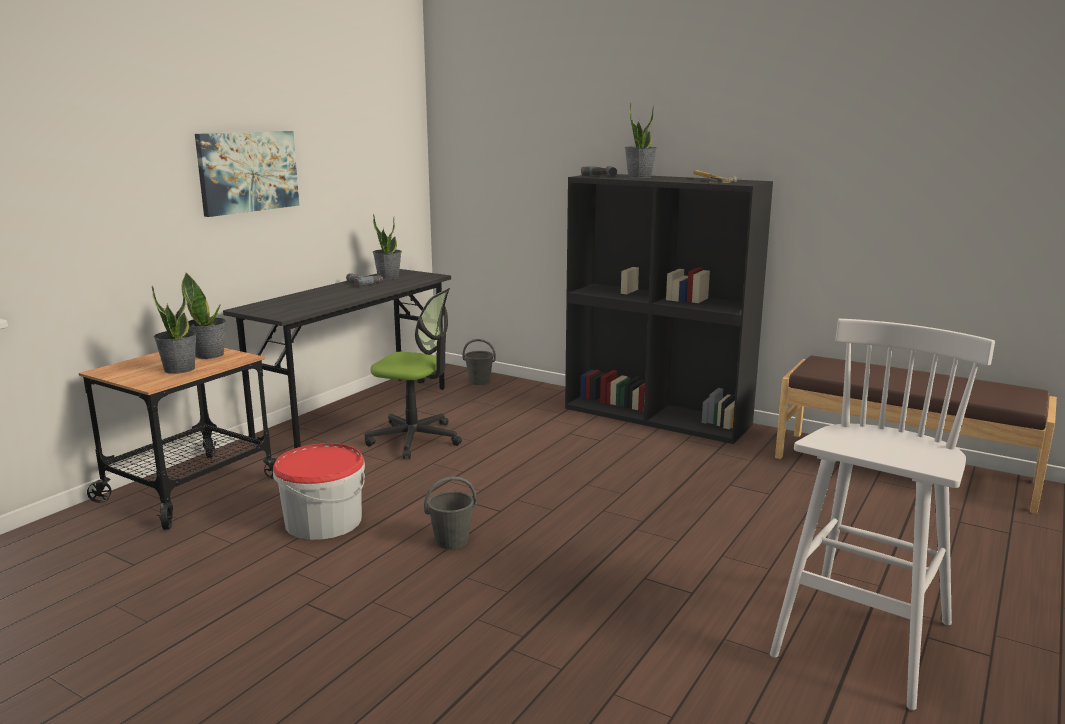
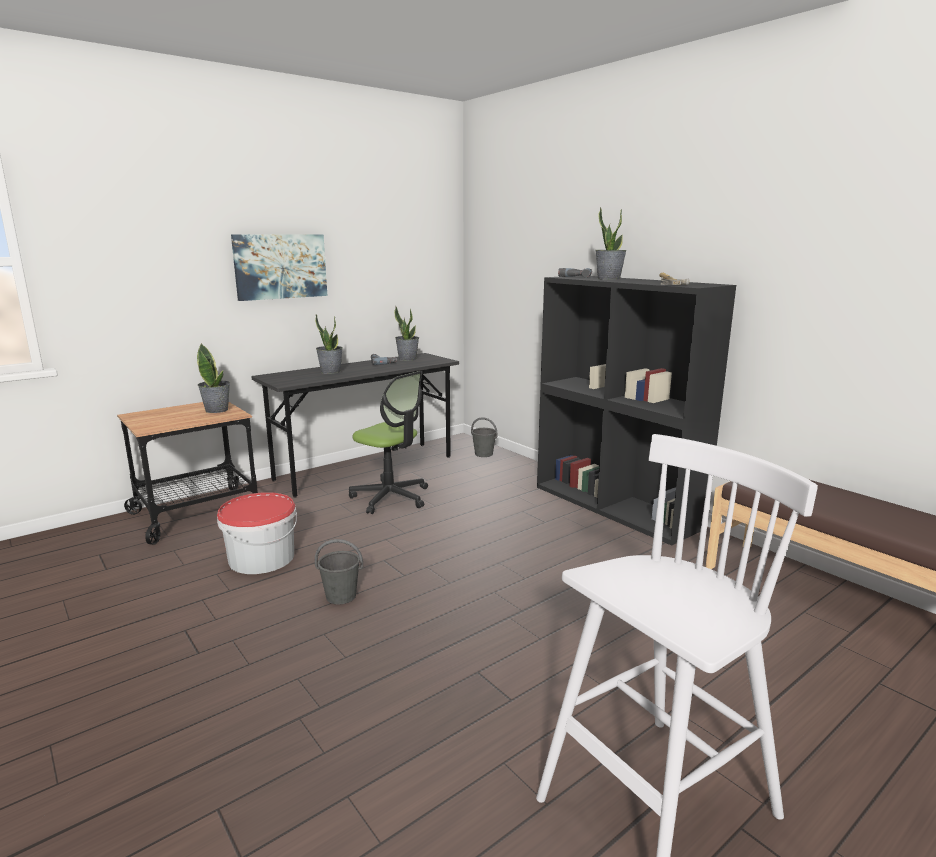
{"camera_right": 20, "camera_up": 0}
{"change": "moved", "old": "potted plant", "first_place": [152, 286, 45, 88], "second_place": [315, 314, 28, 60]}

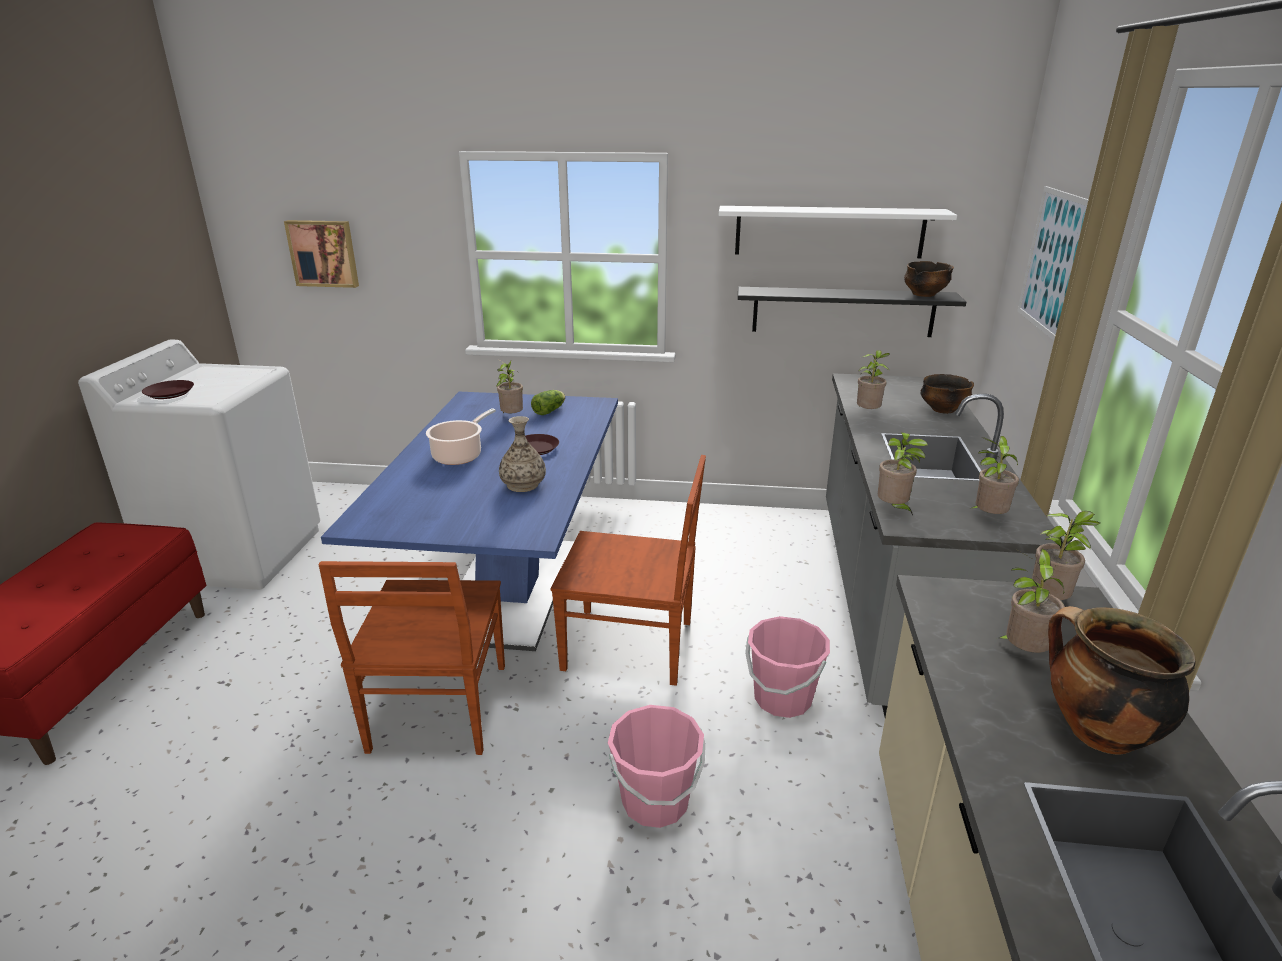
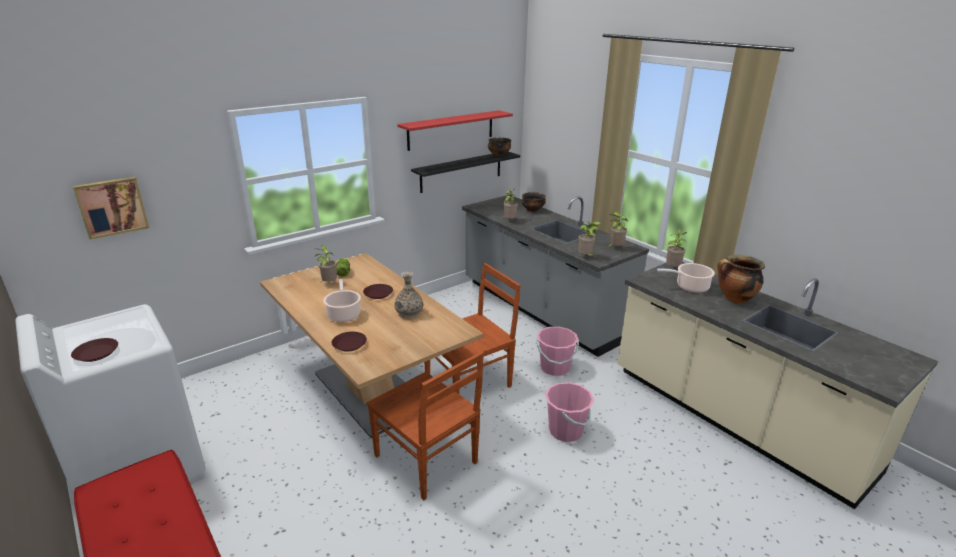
{"camera_right": -45, "camera_up": 0}
{"change": "removed", "old": "wall picture", "first_place": [1017, 186, 72, 155]}
{"change": "added", "new": "brown-coloured plate", "second_place": [332, 332, 35, 20]}
{"change": "replaced", "old": "potted plant", "new": "saucepot", "first_place": [999, 549, 66, 104], "second_place": [657, 263, 58, 30]}
{"change": "recoloured", "old": "blue dining table", "new": "brown-coloured dining table", "first_place": [321, 392, 297, 259], "second_place": [260, 253, 223, 185]}
{"change": "recoloured", "old": "white-coloured wall shelf", "new": "red wall shelf", "first_place": [719, 206, 238, 52], "second_place": [397, 110, 116, 41]}

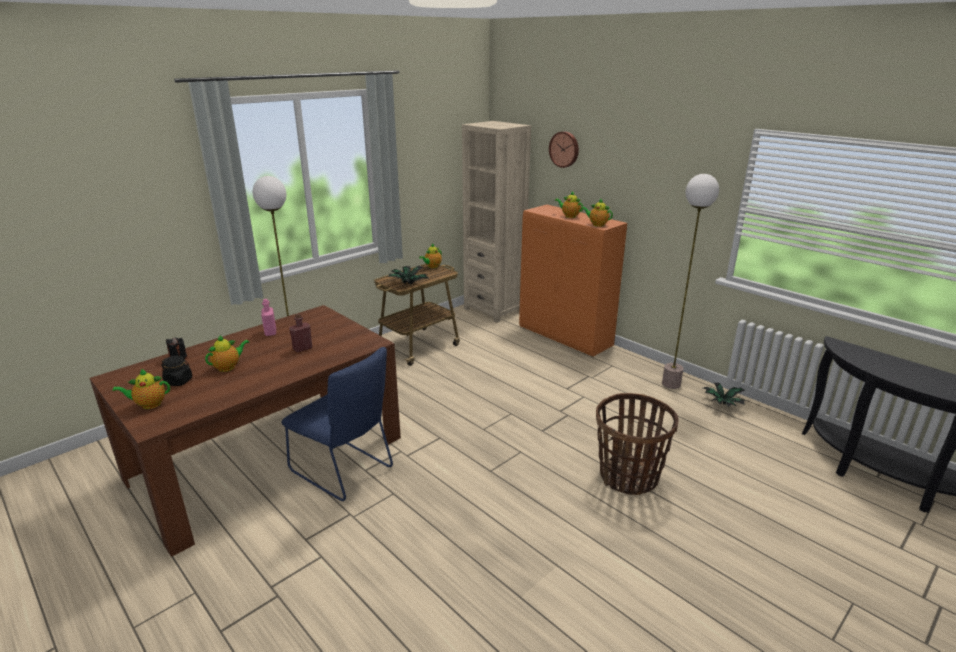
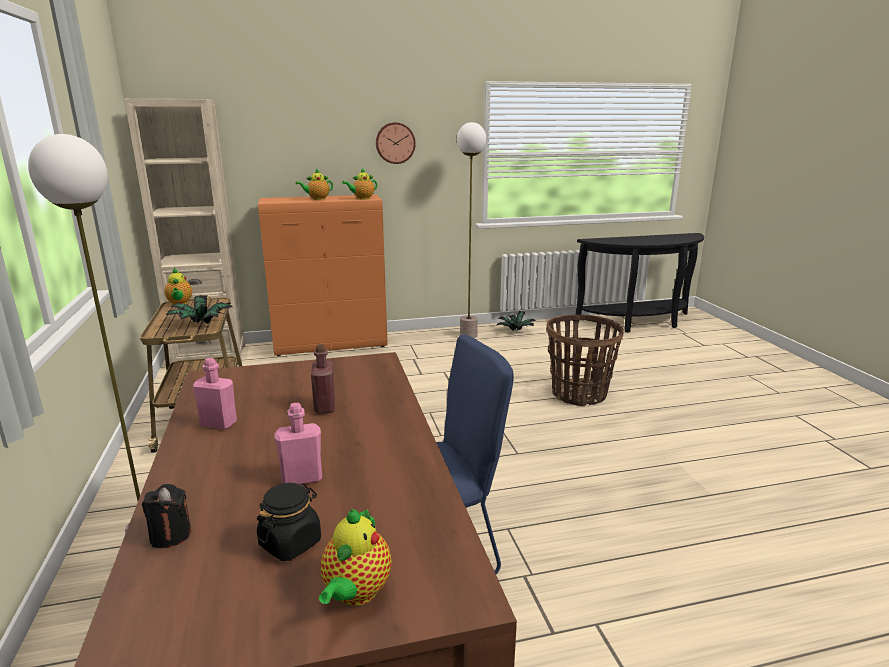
{"camera_right": -60, "camera_up": -5}
{"change": "moved", "old": "clock on the wall", "first_place": [549, 131, 30, 37], "second_place": [376, 122, 40, 42]}
{"change": "replaced", "old": "teapot", "new": "pink-coloured drink bottle", "first_place": [205, 335, 44, 37], "second_place": [274, 403, 48, 81]}

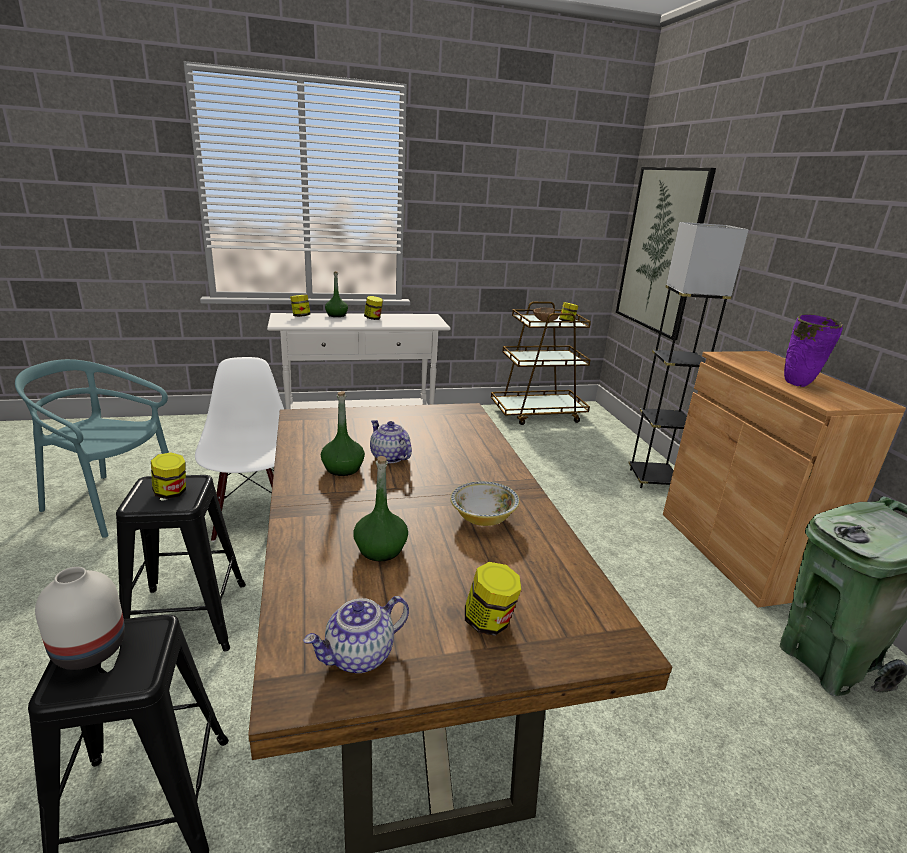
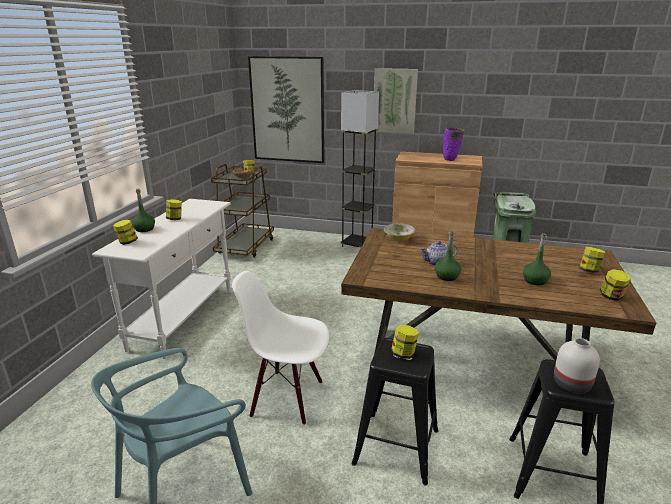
{"camera_right": -60, "camera_up": 0}
{"change": "added", "new": "wall picture", "second_place": [374, 68, 44, 66]}
{"change": "moved", "old": "serving bowl", "first_place": [450, 481, 70, 45], "second_place": [384, 223, 31, 18]}
{"change": "replaced", "old": "teapot", "new": "storage jar", "first_place": [303, 596, 106, 77], "second_place": [600, 269, 31, 32]}

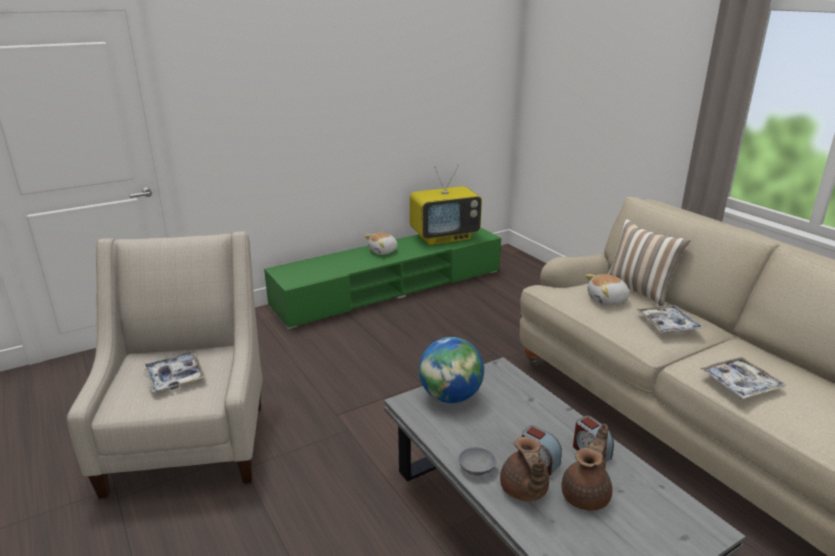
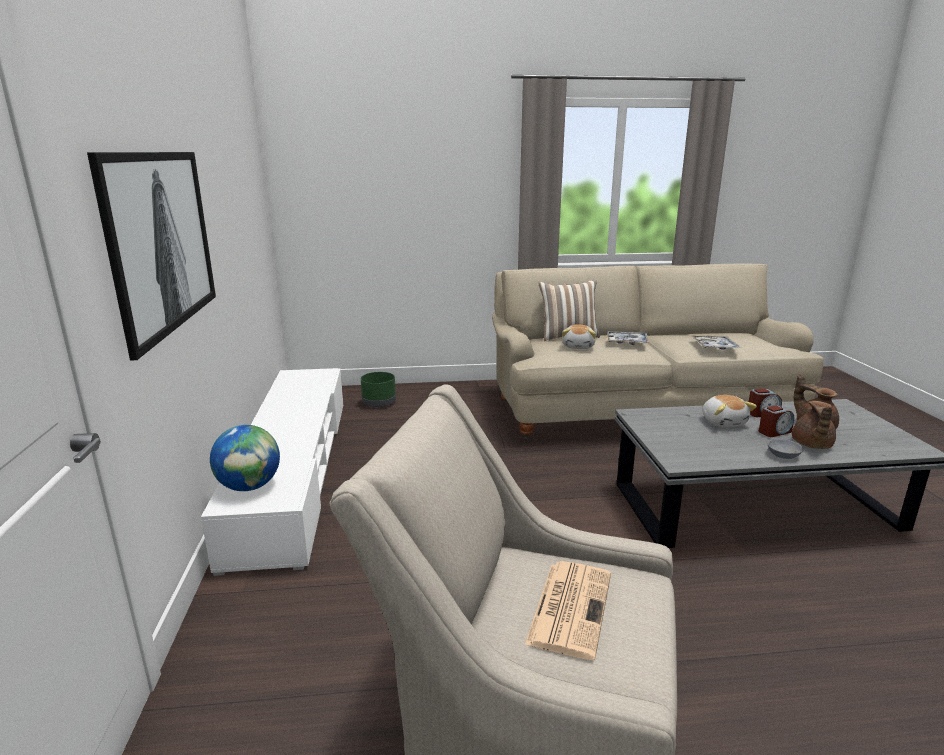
{"camera_right": -65, "camera_up": -5}
{"change": "removed", "old": "TV", "first_place": [410, 165, 72, 80]}
{"change": "added", "new": "wall picture", "second_place": [87, 152, 129, 209]}
{"change": "added", "new": "greenish planter", "second_place": [361, 372, 35, 35]}
{"change": "moved", "old": "cuddly toy", "first_place": [365, 233, 33, 22], "second_place": [702, 395, 55, 32]}
{"change": "moved", "old": "globe", "first_place": [419, 337, 65, 66], "second_place": [210, 425, 70, 66]}
{"change": "replaced", "old": "carrying tray", "new": "printed paper", "first_place": [143, 351, 63, 41], "second_place": [525, 561, 86, 99]}
{"change": "recoloured", "old": "greenish media console", "new": "white-coloured media console", "first_place": [264, 228, 237, 101], "second_place": [201, 368, 142, 208]}
{"change": "turned", "old": "brown-coloured teapot", "first_place": [500, 437, 49, 64], "second_place": [792, 401, 44, 48], "degrees": 90}

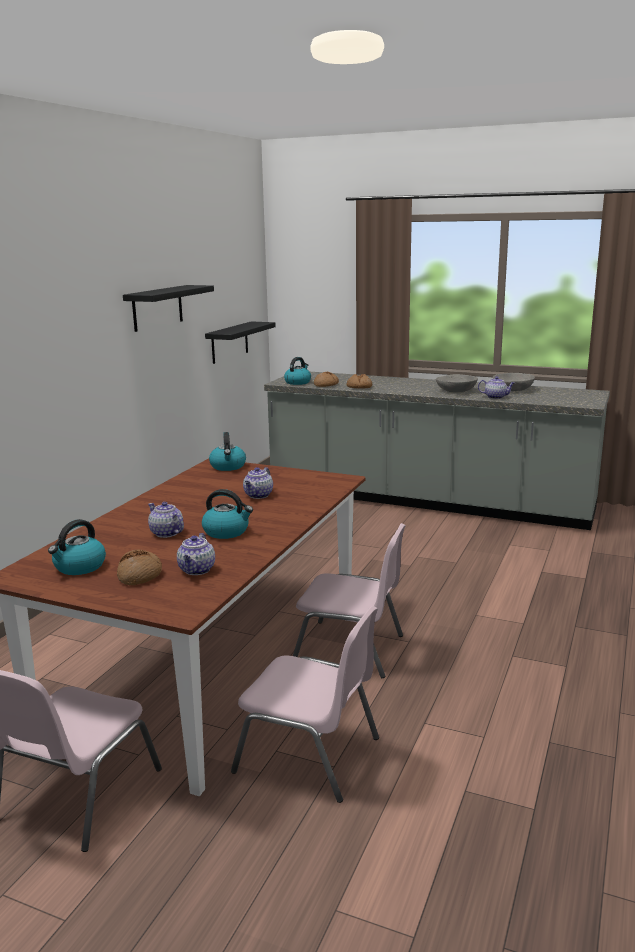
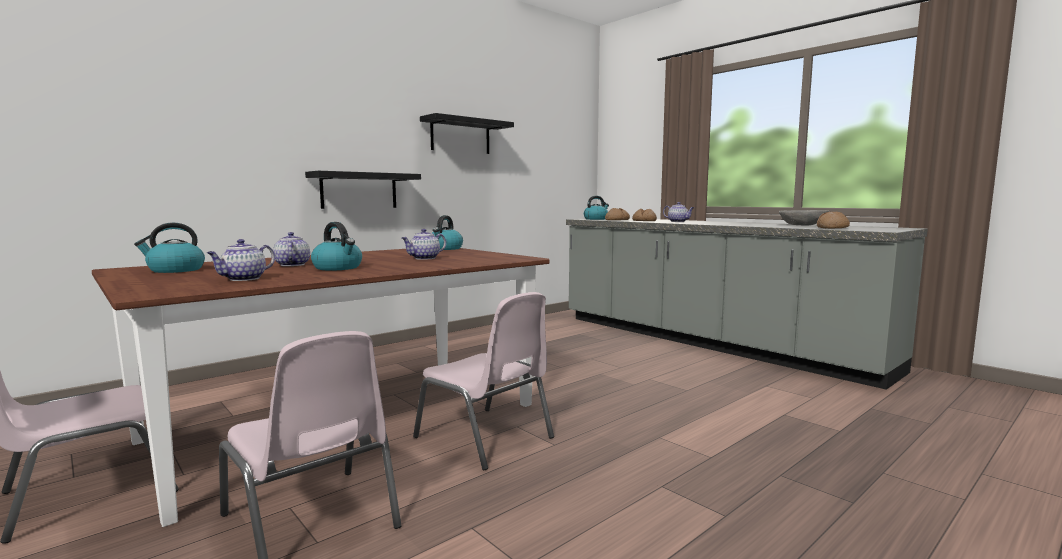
{"camera_right": 25, "camera_up": -10}
{"change": "removed", "old": "grey serving bowl", "first_place": [436, 374, 42, 18]}
{"change": "moved", "old": "bread", "first_place": [117, 550, 45, 35], "second_place": [817, 212, 33, 17]}
{"change": "moved", "old": "black-coloured wall shelf", "first_place": [205, 321, 71, 43], "second_place": [305, 171, 116, 38]}
{"change": "moved", "old": "teapot", "first_place": [478, 376, 37, 23], "second_place": [663, 202, 31, 20]}

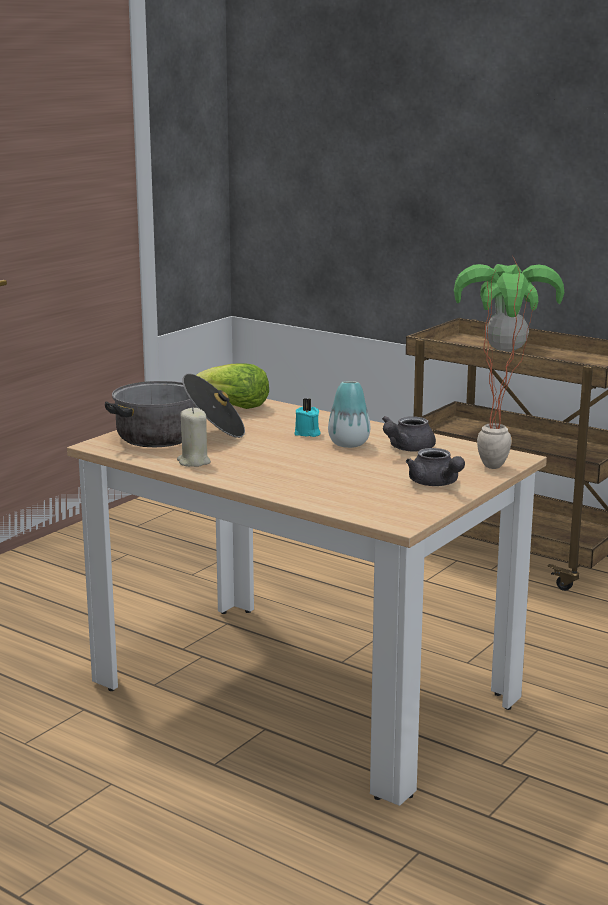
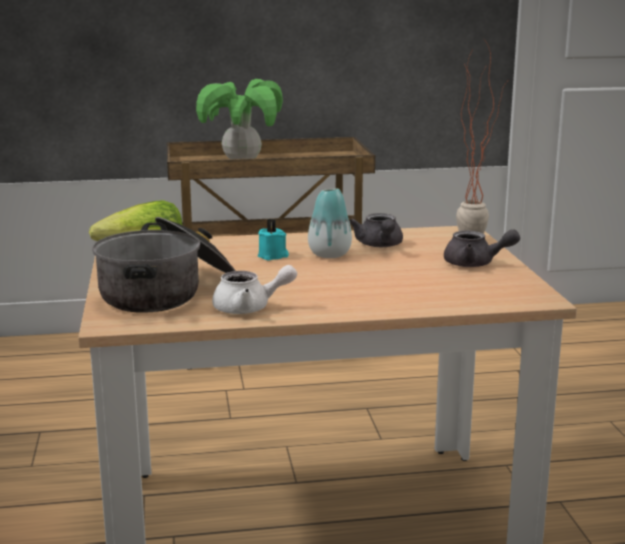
{"camera_right": -45, "camera_up": 0}
{"change": "replaced", "old": "sand-coloured wax candle", "new": "white-coloured teapot", "first_place": [177, 408, 34, 59], "second_place": [212, 265, 85, 49]}

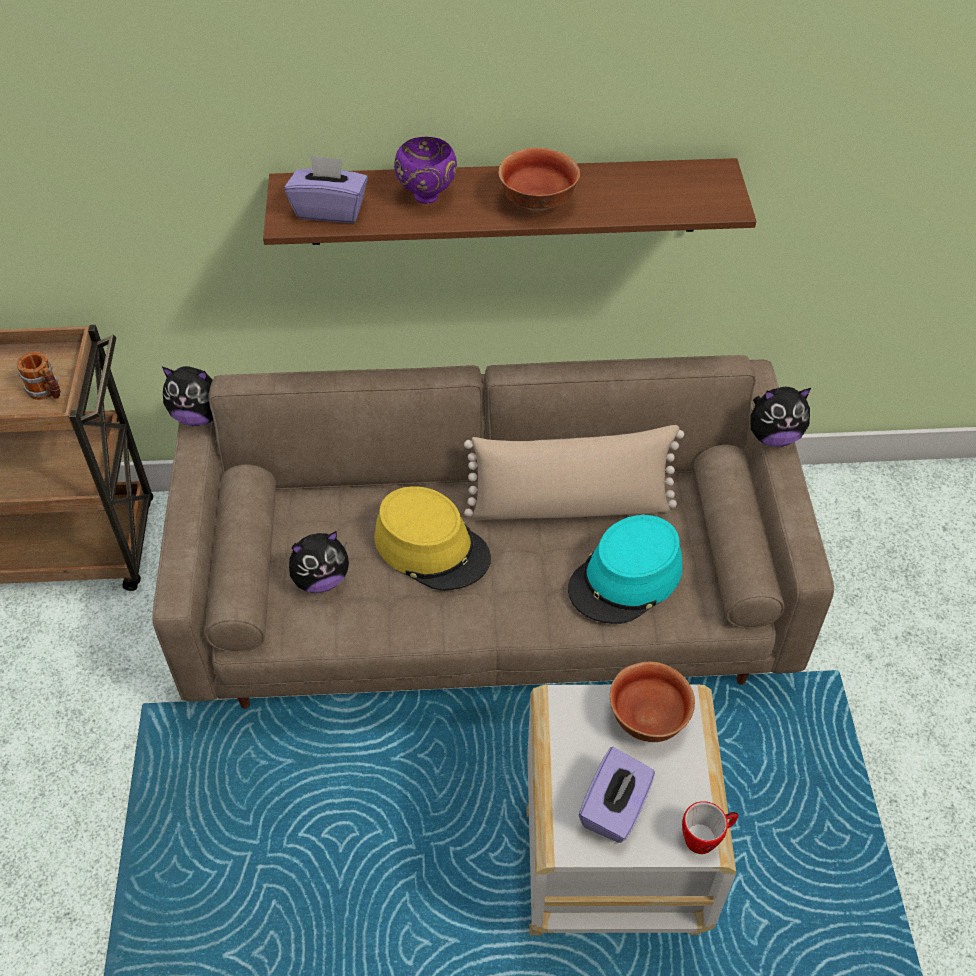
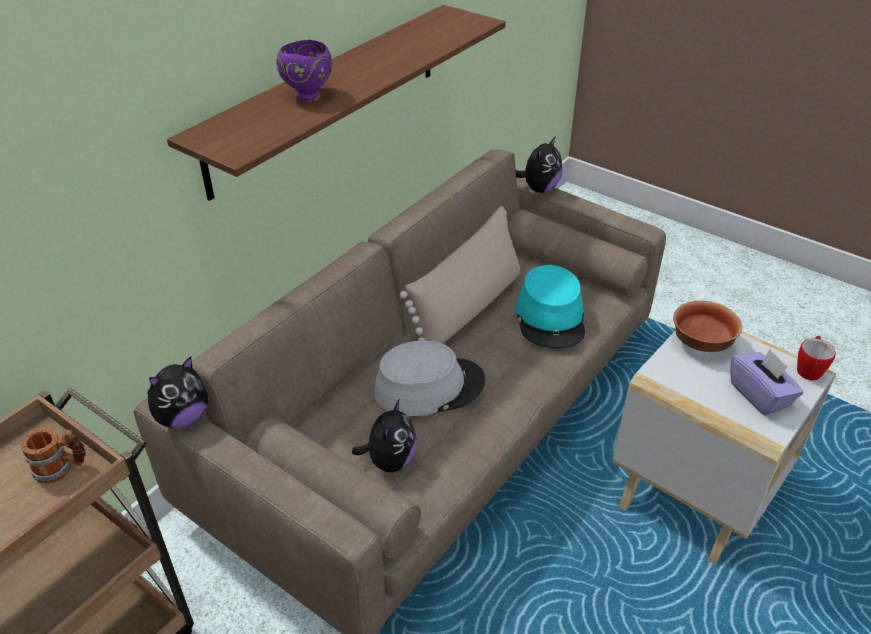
{"camera_right": -50, "camera_up": -10}
{"change": "removed", "old": "purple-coloured box of tissues", "first_place": [285, 155, 83, 68]}
{"change": "removed", "old": "serving bowl", "first_place": [498, 148, 82, 63]}
{"change": "recoloured", "old": "yellowish clothing hat", "new": "grey clothing hat", "first_place": [374, 486, 117, 105], "second_place": [374, 340, 111, 76]}

